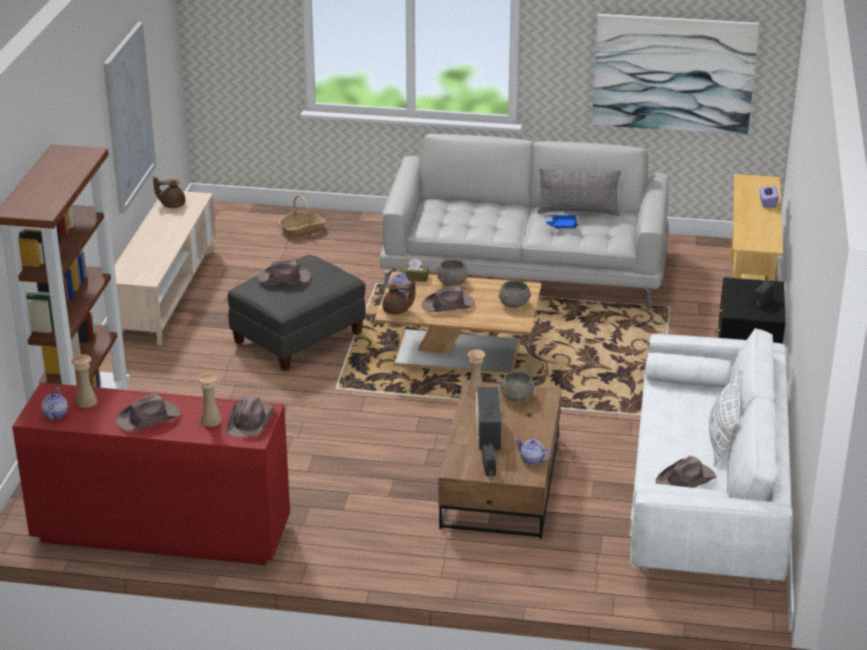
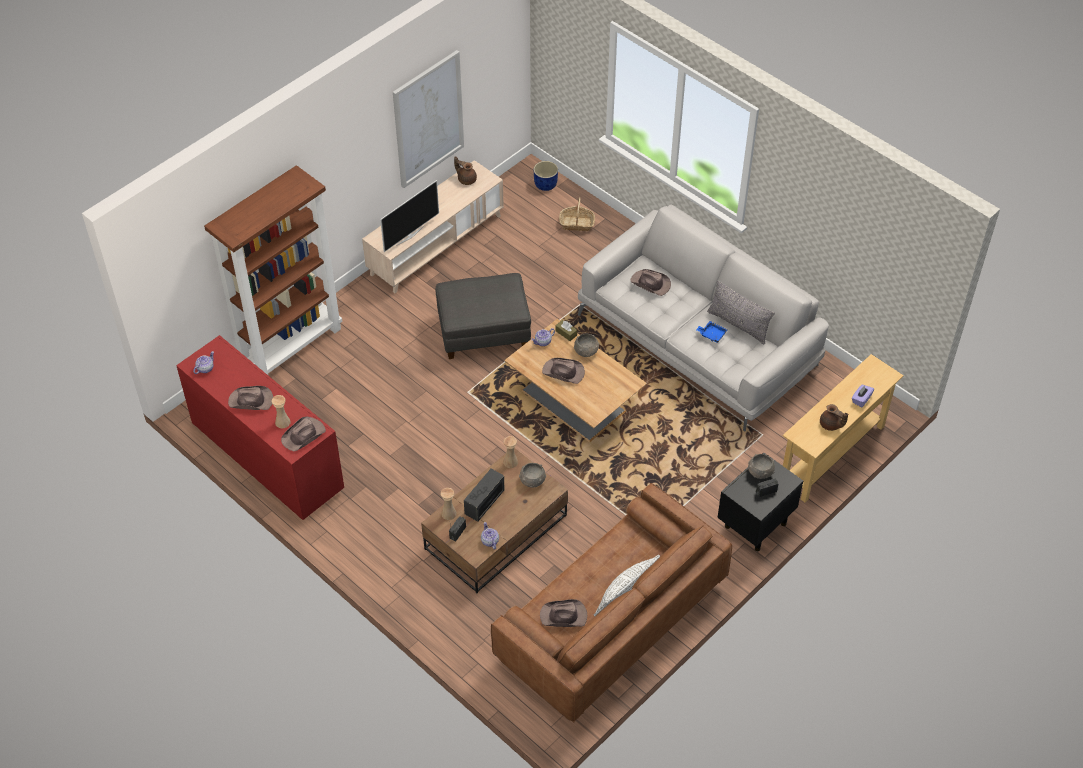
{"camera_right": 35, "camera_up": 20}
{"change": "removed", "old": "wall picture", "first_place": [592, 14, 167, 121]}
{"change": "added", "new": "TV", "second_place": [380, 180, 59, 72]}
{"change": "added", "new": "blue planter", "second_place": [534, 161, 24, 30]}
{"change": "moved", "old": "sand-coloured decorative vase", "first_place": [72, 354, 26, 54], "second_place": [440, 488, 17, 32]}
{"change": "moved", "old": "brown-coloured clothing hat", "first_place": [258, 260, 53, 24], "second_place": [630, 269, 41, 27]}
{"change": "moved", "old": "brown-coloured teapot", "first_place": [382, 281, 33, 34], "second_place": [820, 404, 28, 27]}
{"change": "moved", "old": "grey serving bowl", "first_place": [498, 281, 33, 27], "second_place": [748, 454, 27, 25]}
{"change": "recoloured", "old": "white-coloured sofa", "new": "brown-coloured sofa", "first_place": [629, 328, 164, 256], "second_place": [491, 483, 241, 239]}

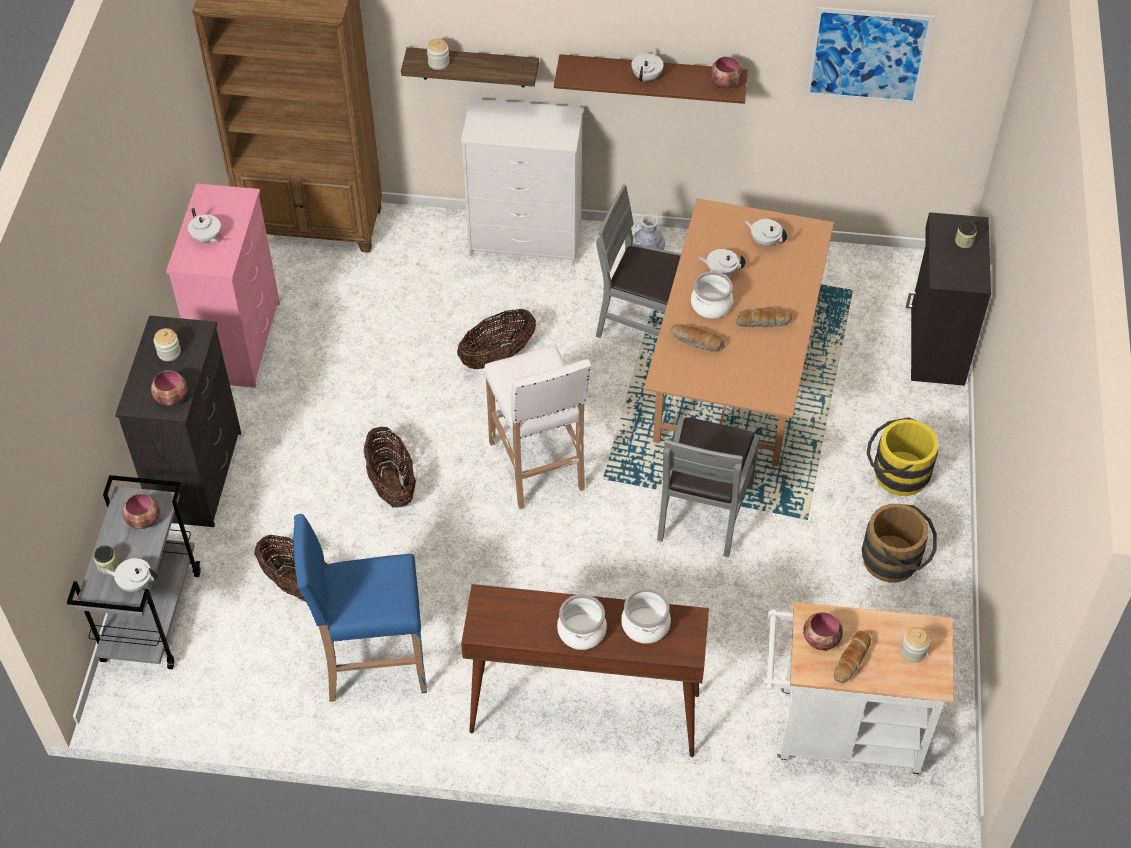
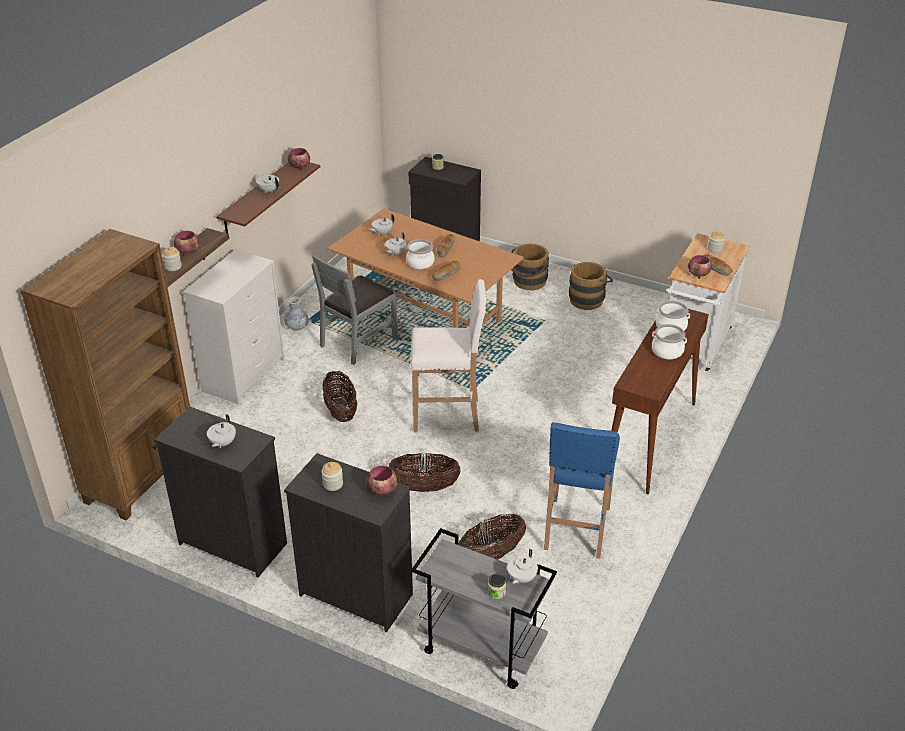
{"camera_right": -70, "camera_up": -15}
{"change": "removed", "old": "grey chair", "first_place": [657, 417, 103, 140]}
{"change": "removed", "old": "wall picture", "first_place": [805, 7, 129, 97]}
{"change": "moved", "old": "serving bowl", "first_place": [123, 493, 37, 36], "second_place": [174, 231, 25, 24]}
{"change": "recoloured", "old": "pink-coloured chest of drawers", "new": "black-coloured chest of drawers", "first_place": [166, 183, 114, 205], "second_place": [154, 407, 133, 170]}
{"change": "recoloured", "old": "yellowish bucket", "new": "brown-coloured bucket", "first_place": [867, 417, 71, 79], "second_place": [511, 244, 38, 46]}
{"change": "turned", "old": "white-coloured teapot", "first_place": [188, 208, 33, 35], "second_place": [207, 414, 29, 34], "degrees": 120}

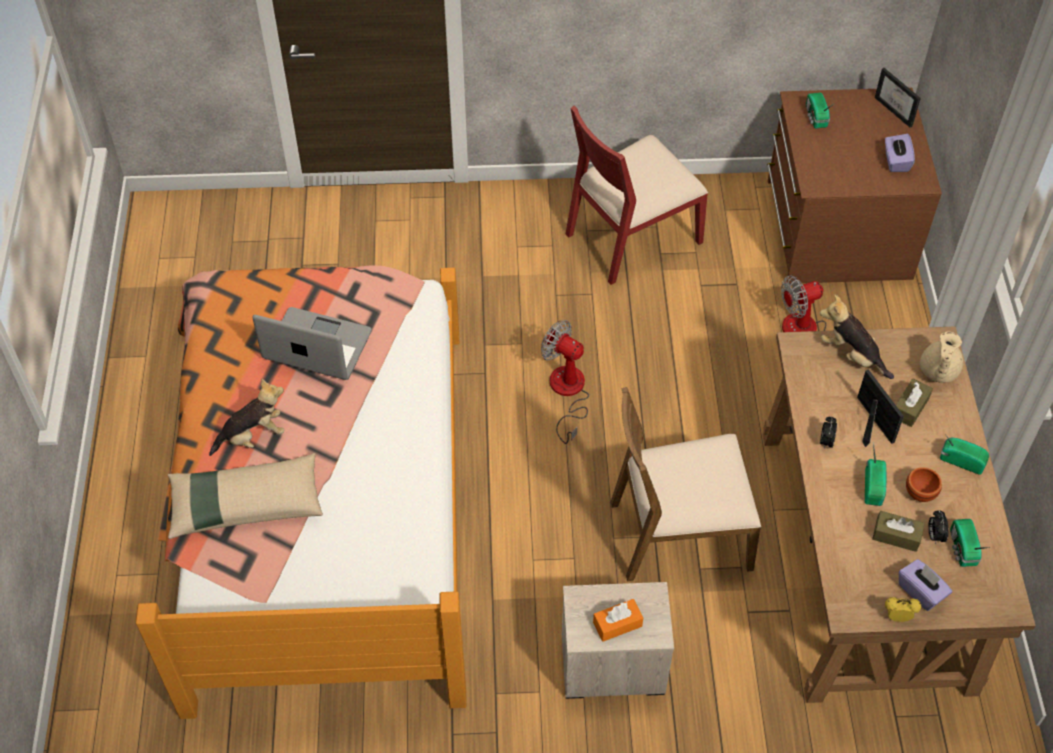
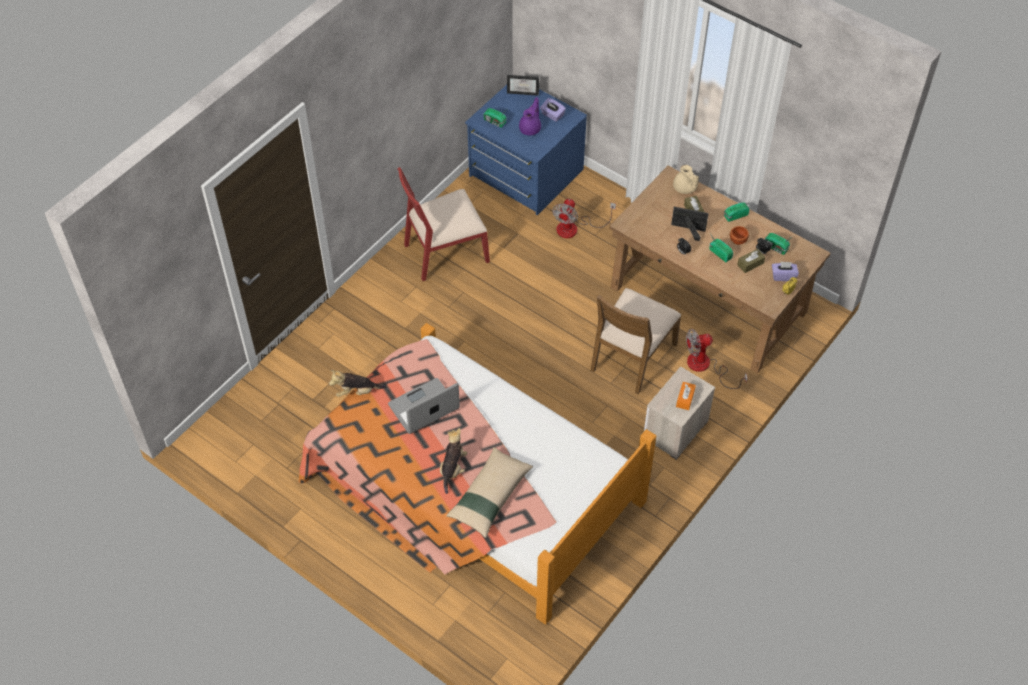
{"camera_right": -50, "camera_up": 0}
{"change": "added", "new": "purple-coloured teapot", "second_place": [519, 97, 22, 38]}
{"change": "moved", "old": "fan", "first_place": [541, 320, 48, 124], "second_place": [686, 329, 62, 60]}
{"change": "moved", "old": "cuddly toy", "first_place": [820, 295, 74, 84], "second_place": [329, 370, 56, 27]}
{"change": "recoloured", "old": "brown-coloured chest of drawers", "new": "blue chest of drawers", "first_place": [767, 88, 175, 195], "second_place": [465, 85, 122, 130]}
{"change": "turned", "old": "red chair", "first_place": [566, 105, 142, 180], "second_place": [397, 167, 93, 114], "degrees": 60}

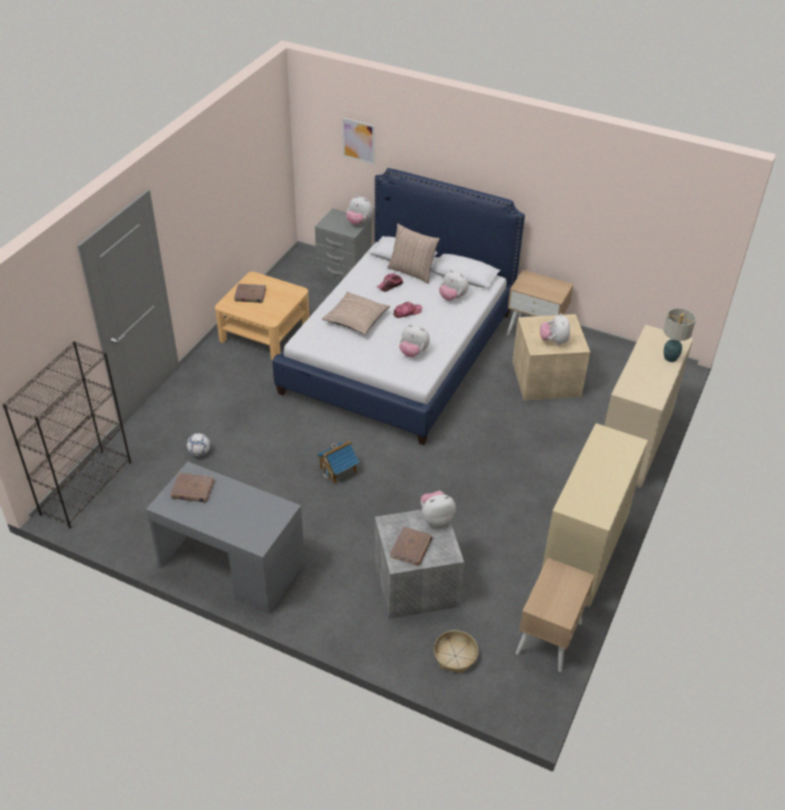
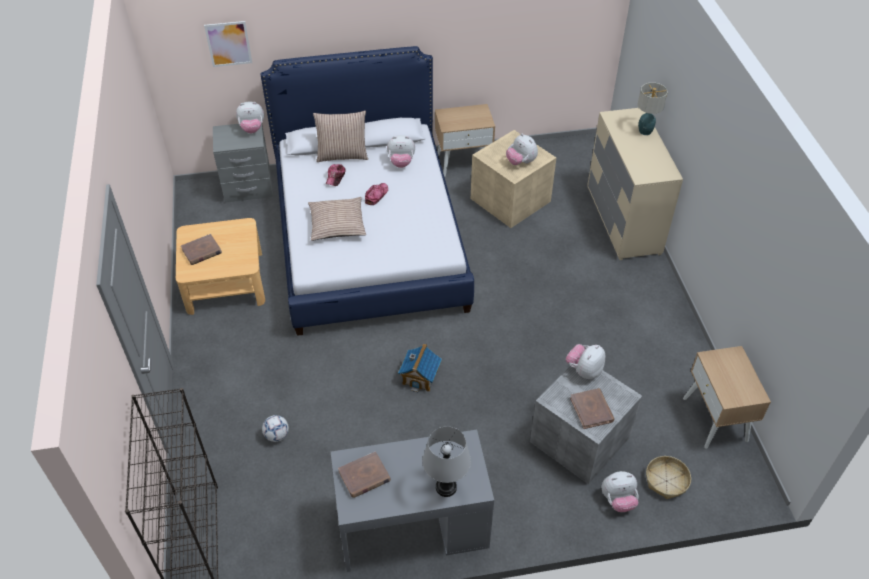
{"camera_right": -35, "camera_up": 5}
{"change": "removed", "old": "sand-coloured chest of drawers", "first_place": [541, 423, 107, 184]}
{"change": "added", "new": "grey lamp for a table", "second_place": [423, 426, 48, 71]}
{"change": "moved", "old": "cuddly toy", "first_place": [399, 324, 31, 33], "second_place": [602, 471, 37, 41]}

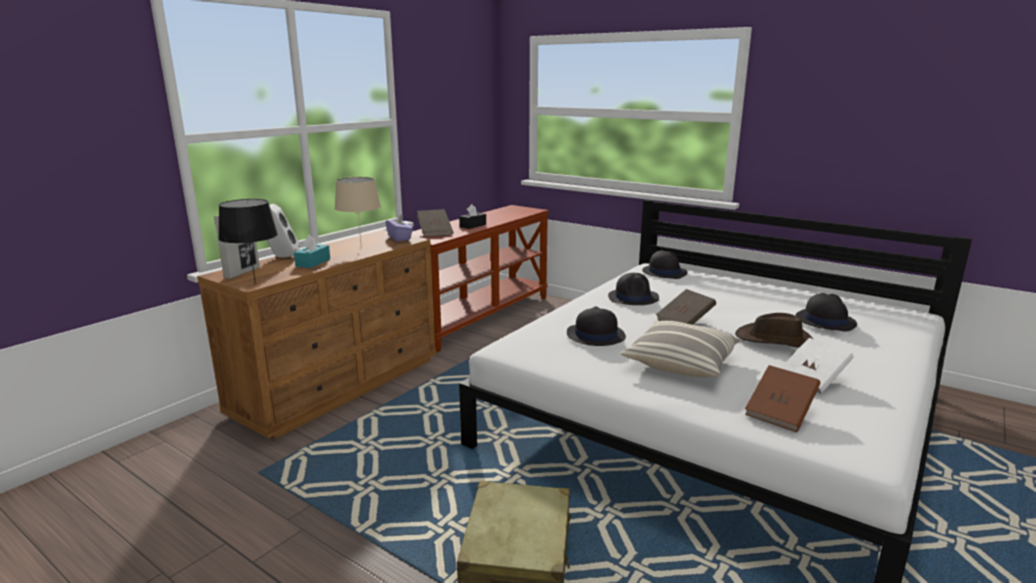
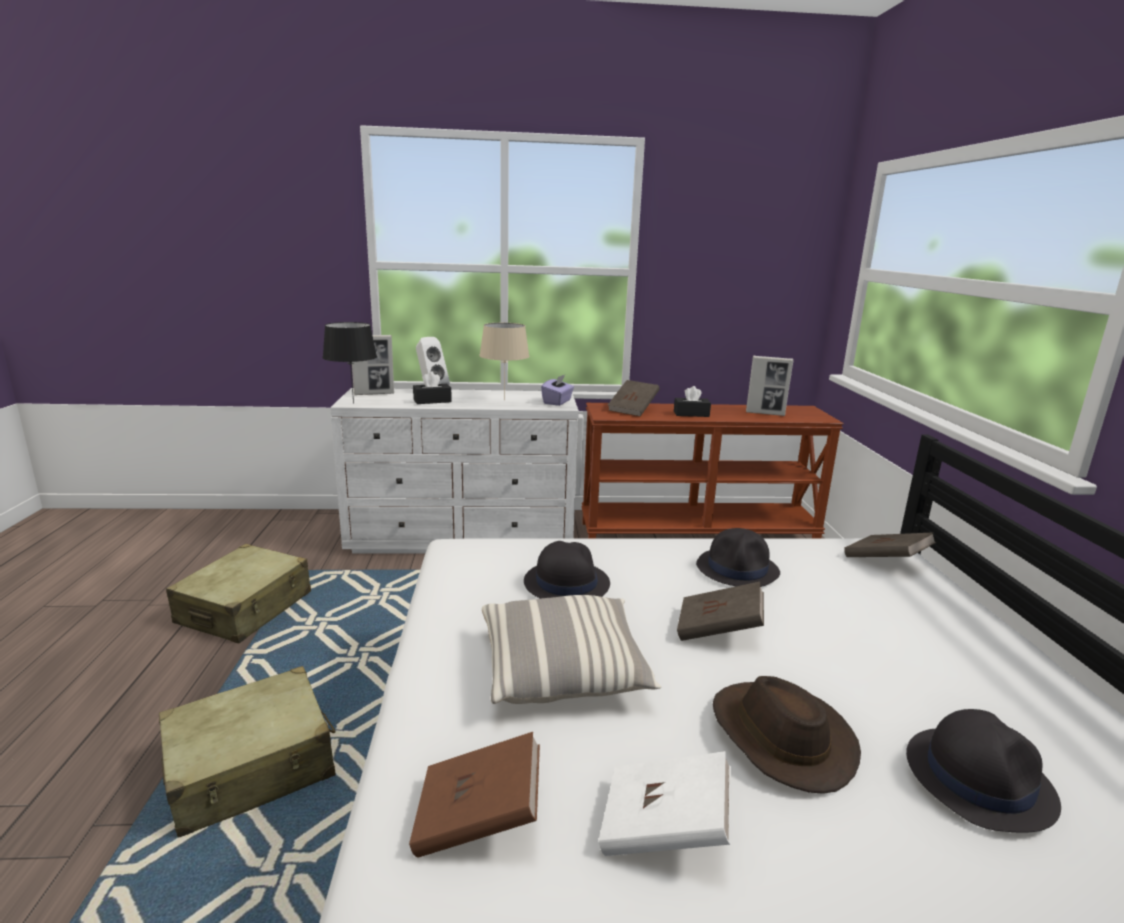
{"camera_right": 50, "camera_up": 0}
{"change": "added", "new": "sand-coloured travel case", "second_place": [166, 544, 145, 99]}
{"change": "added", "new": "photo frame", "second_place": [746, 356, 48, 60]}
{"change": "replaced", "old": "black-coloured clothing hat", "new": "brown-coloured book", "first_place": [642, 250, 46, 29], "second_place": [844, 532, 92, 25]}
{"change": "recoloured", "old": "brown-coloured chest of drawers", "new": "white-coloured chest of drawers", "first_place": [197, 230, 239, 209], "second_place": [330, 388, 249, 166]}
{"change": "recoloured", "old": "turquoise box of tissues", "new": "black-coloured box of tissues", "first_place": [294, 235, 36, 33], "second_place": [413, 371, 39, 33]}

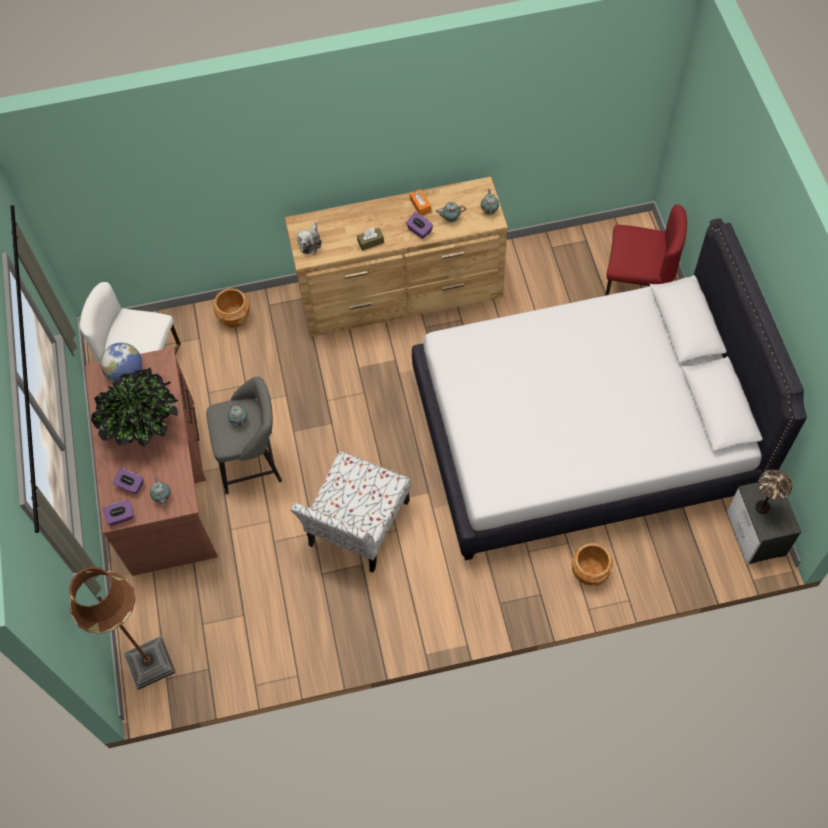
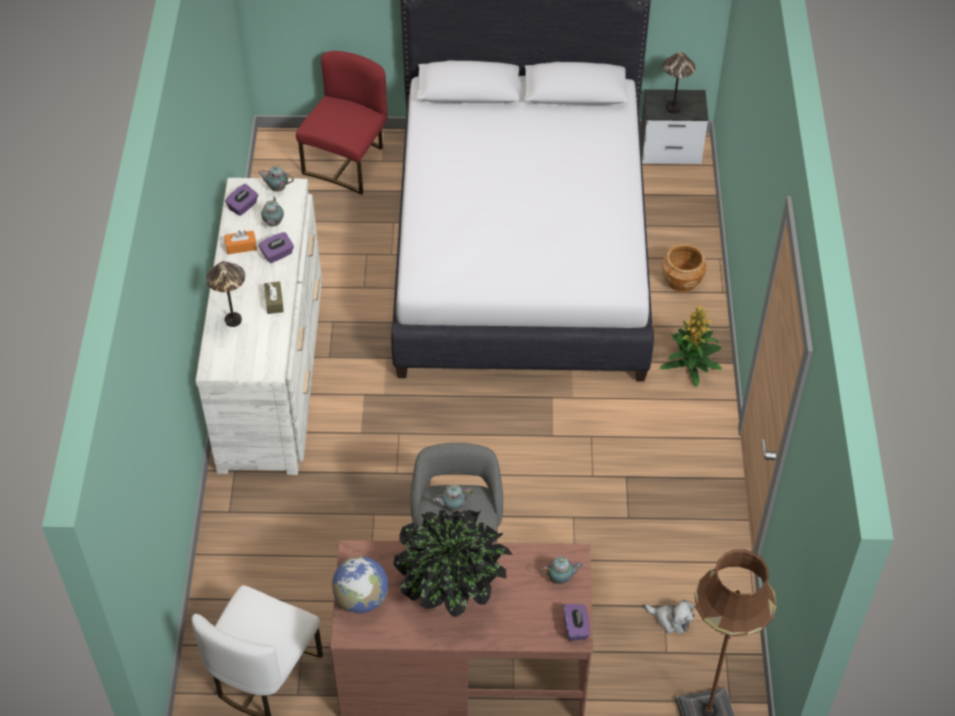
{"camera_right": -80, "camera_up": -10}
{"change": "removed", "old": "brown-coloured planter", "first_place": [213, 288, 37, 40]}
{"change": "removed", "old": "chair", "first_place": [291, 451, 120, 122]}
{"change": "added", "new": "lamp for a table", "second_place": [206, 261, 39, 66]}
{"change": "added", "new": "potted plant", "second_place": [660, 304, 62, 83]}
{"change": "moved", "old": "purple-coloured box of tissues", "first_place": [113, 468, 30, 26], "second_place": [225, 184, 33, 32]}
{"change": "moved", "old": "cuddly toy", "first_place": [297, 222, 24, 33], "second_place": [645, 600, 49, 34]}
{"change": "recoloured", "old": "brown-coloured chest of drawers", "new": "white-coloured chest of drawers", "first_place": [285, 177, 223, 160], "second_place": [195, 178, 127, 297]}

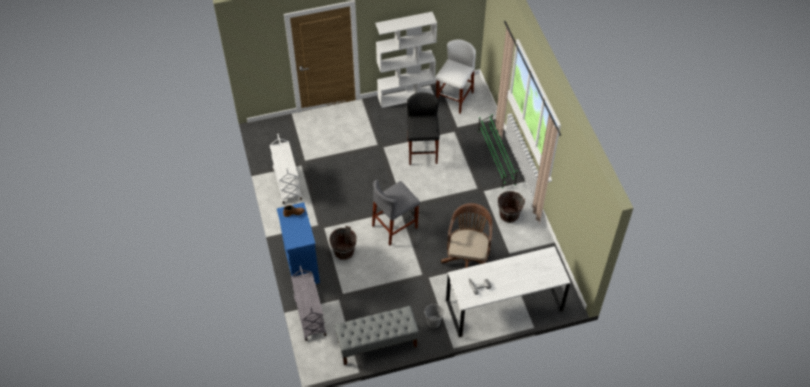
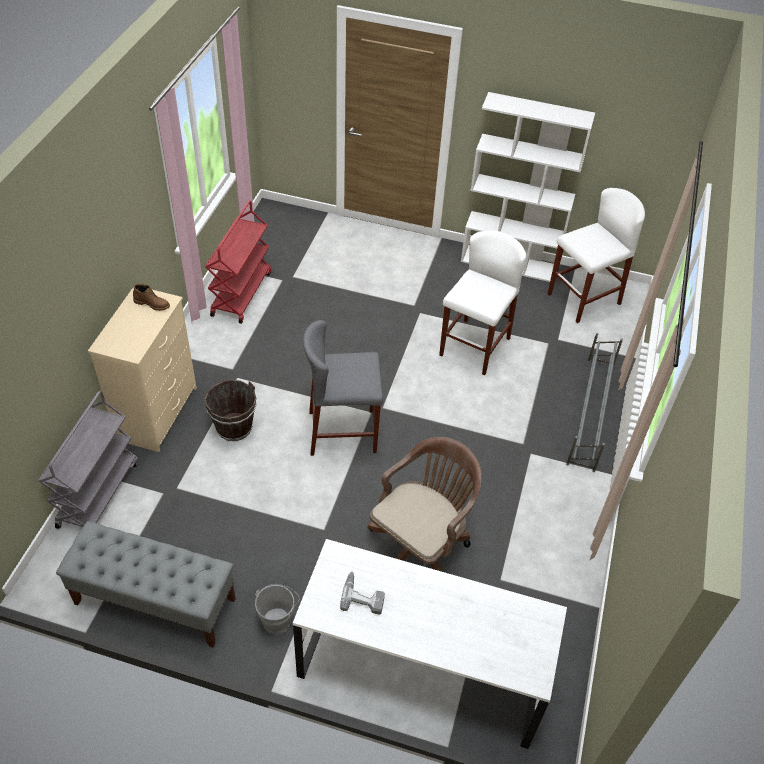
{"camera_right": 30, "camera_up": -5}
{"change": "removed", "old": "brown-coloured bucket", "first_place": [498, 191, 27, 32]}
{"change": "recoloured", "old": "white-coloured wheeled cart", "new": "red wheeled cart", "first_place": [270, 134, 32, 70], "second_place": [205, 201, 66, 123]}
{"change": "recoloured", "old": "blue chest of drawers", "new": "sand-coloured chest of drawers", "first_place": [277, 202, 43, 82], "second_place": [88, 288, 109, 164]}
{"change": "recoloured", "old": "black-coloured stool seat", "new": "white-coloured stool seat", "first_place": [407, 92, 33, 73], "second_place": [439, 230, 87, 145]}
{"change": "recoloured", "old": "greenish shoe shelf", "new": "grey shoe shelf", "first_place": [478, 114, 40, 74], "second_place": [566, 333, 57, 139]}

